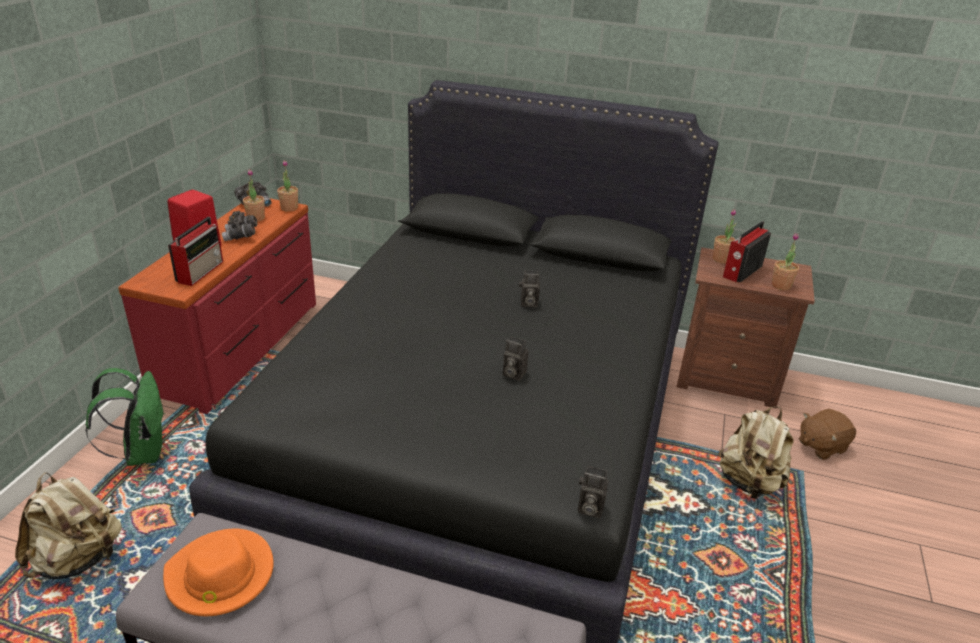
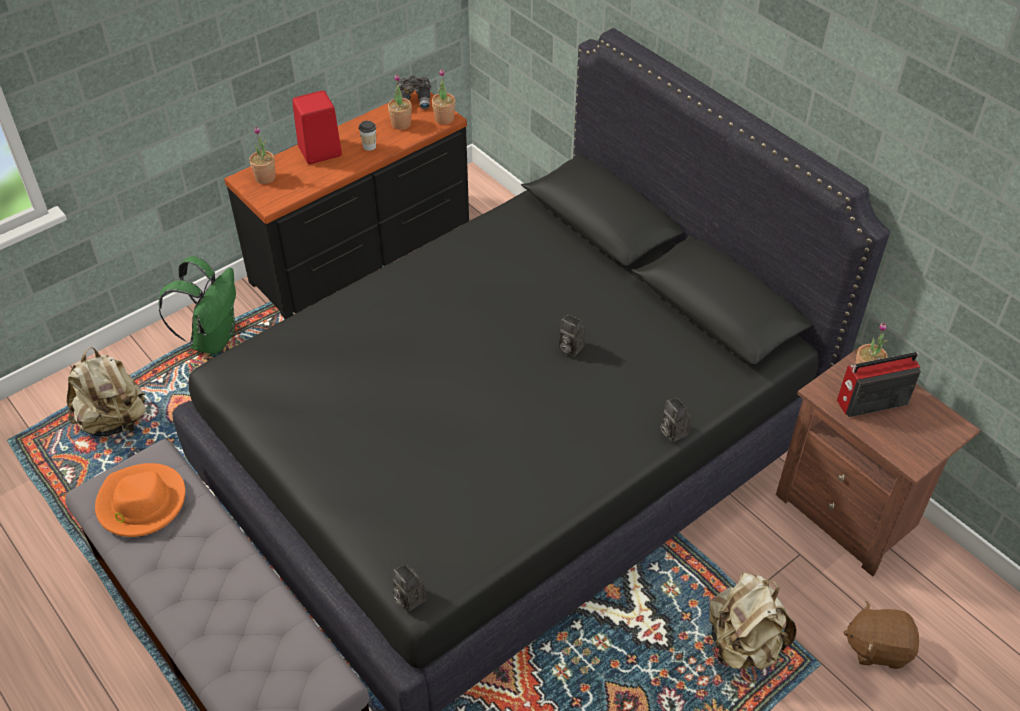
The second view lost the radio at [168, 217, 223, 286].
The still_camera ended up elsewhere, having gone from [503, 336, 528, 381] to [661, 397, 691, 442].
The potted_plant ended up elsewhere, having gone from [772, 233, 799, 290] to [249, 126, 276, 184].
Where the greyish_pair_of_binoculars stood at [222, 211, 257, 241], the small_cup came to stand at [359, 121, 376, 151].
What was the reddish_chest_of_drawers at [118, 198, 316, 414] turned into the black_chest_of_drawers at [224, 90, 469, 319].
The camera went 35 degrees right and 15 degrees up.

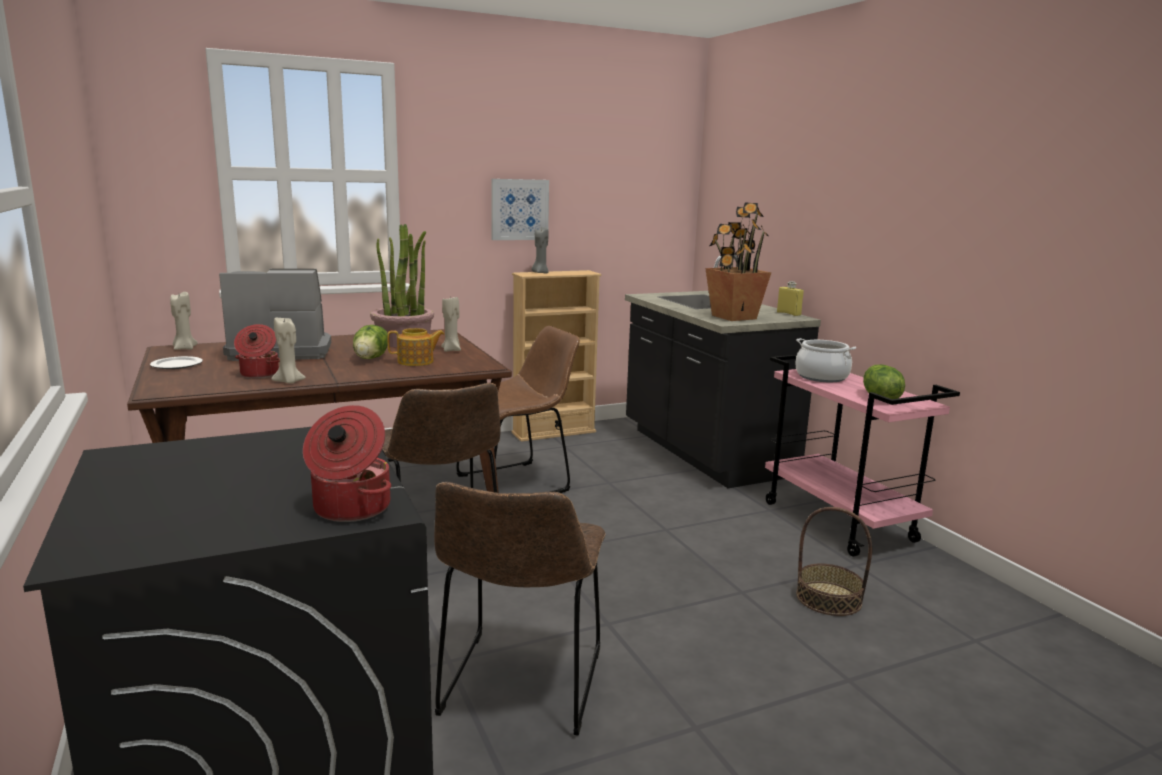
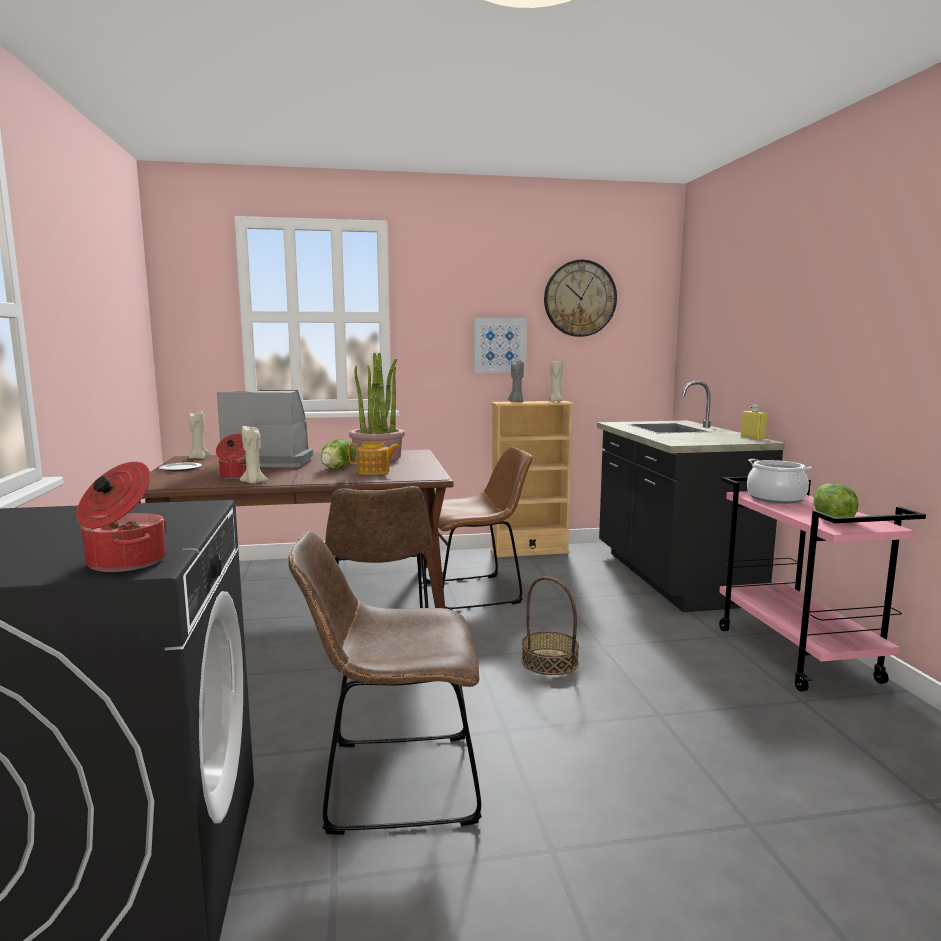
The second view lost the potted_plant at [705, 202, 771, 321].
The second view gained the hanging_clock at [544, 259, 617, 337].
The sand-coloured_candle ended up elsewhere, having gone from [441, 295, 461, 352] to [548, 360, 563, 402].
The storage_basket ended up elsewhere, having gone from [796, 507, 872, 616] to [521, 577, 579, 675].
The brown-coloured_upright_chair at [434, 482, 606, 736] ended up facing another way, 60 degrees clockwise from before.
The camera went 15 degrees right and 5 degrees down.

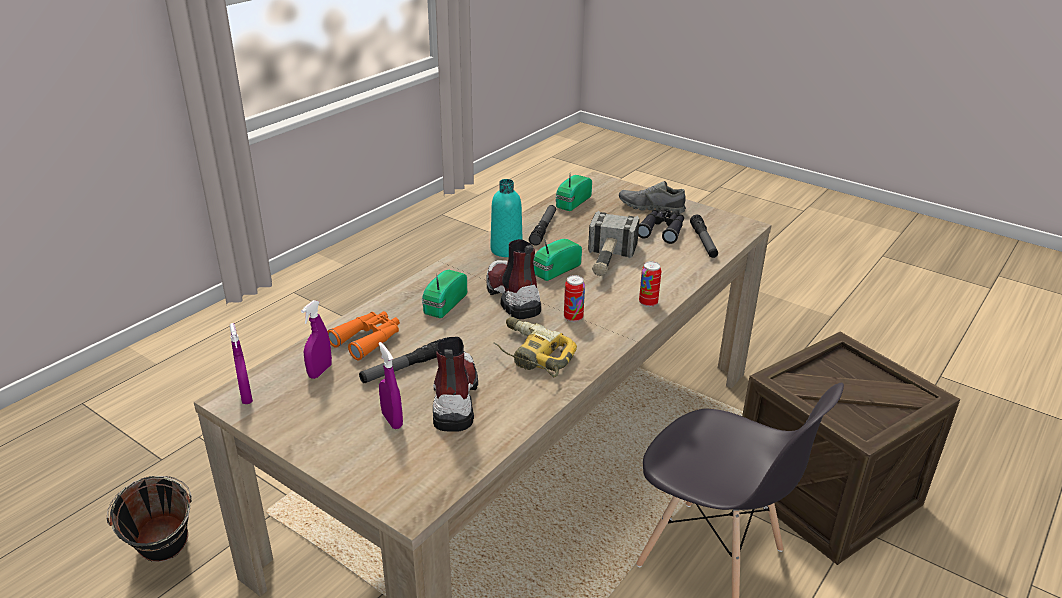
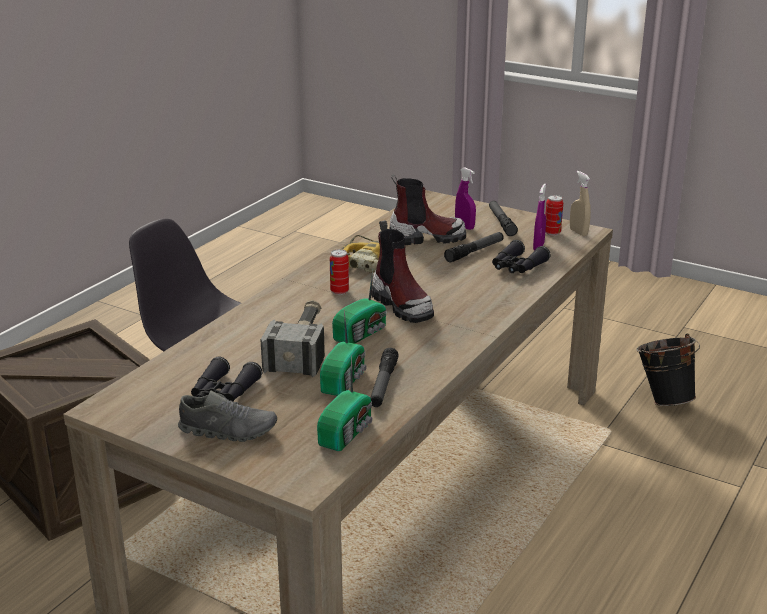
The second view lost the turquoise-coloured_beverage_bottle at [490, 179, 523, 257].
The radio ended up elsewhere, having gone from [422, 270, 467, 318] to [320, 310, 367, 396].
The sealed_can ended up elsewhere, having gone from [639, 261, 661, 307] to [545, 195, 563, 236].
The hand_torch ended up elsewhere, having gone from [690, 215, 718, 258] to [489, 201, 518, 236].
What was the purple_hand_sprayer at [230, 323, 253, 404] turned into the sand-coloured_hand_sprayer at [570, 171, 591, 236].
What was the orange-coloured_pair_of_binoculars at [327, 311, 400, 361] turned into the black_pair_of_binoculars at [492, 240, 551, 273].
The boot at [433, 337, 478, 432] ended up facing another way, 90 degrees counterclockwise from before.
The camera went 175 degrees right and 5 degrees down.

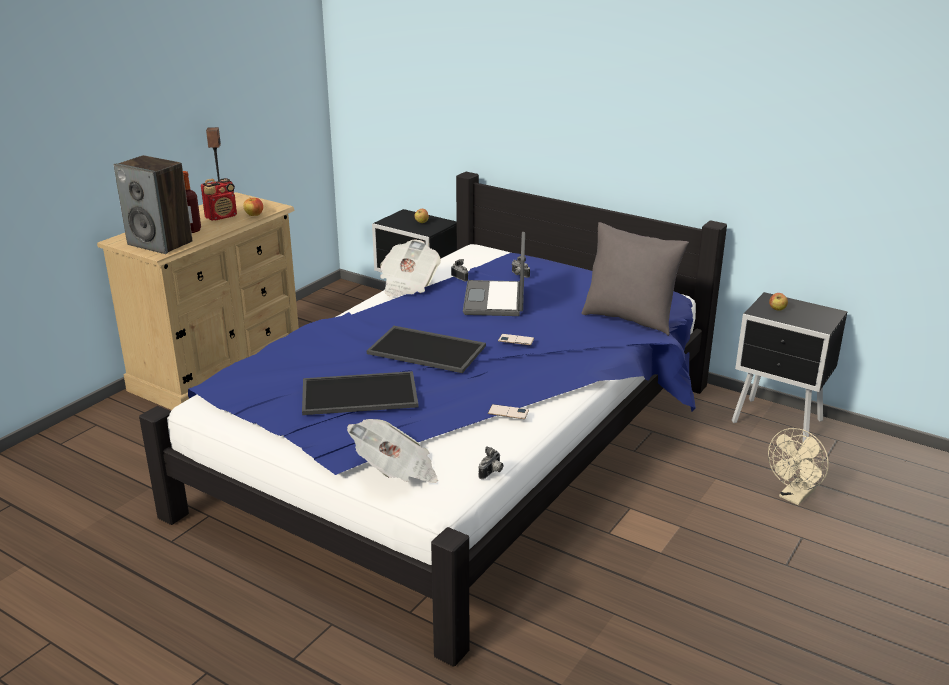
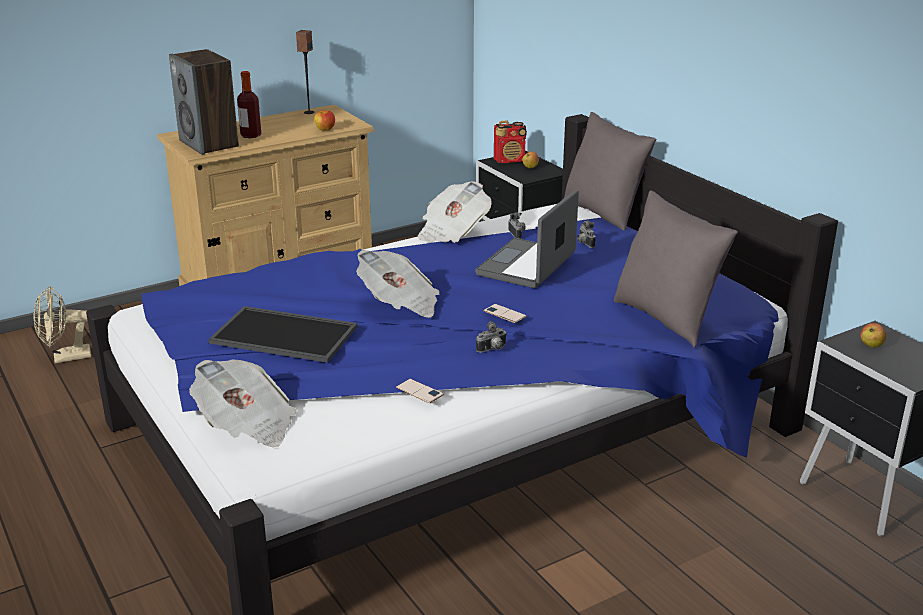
The second view gained the greyish_cushion at [564, 112, 657, 230].
The radio ended up elsewhere, having gone from [201, 178, 237, 221] to [494, 120, 527, 163].
The still_camera ended up elsewhere, having gone from [479, 446, 503, 479] to [476, 321, 506, 353].
The sand-coloured_electric_fan ended up elsewhere, having gone from [768, 428, 829, 505] to [33, 286, 91, 363].
Where the carrying_tray stood at [367, 326, 486, 373], the printed_paper came to stand at [356, 250, 439, 318].
The camera went 25 degrees right and 0 degrees up.

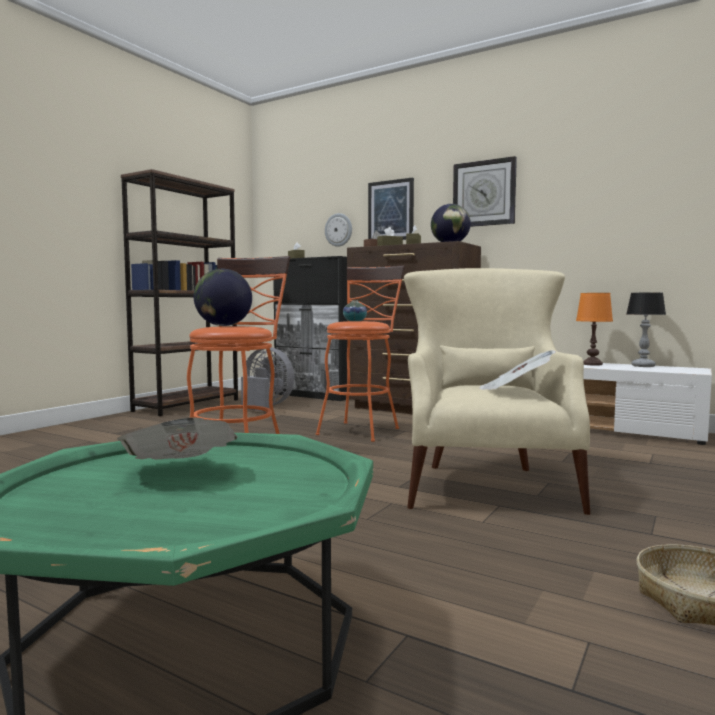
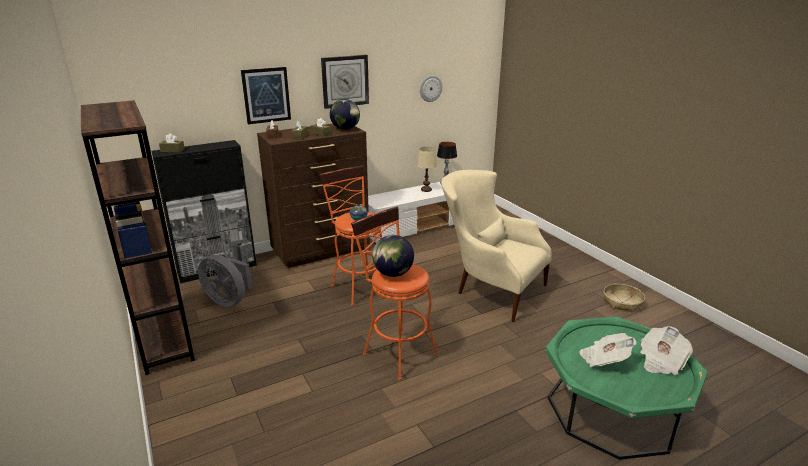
The hanging_clock ended up elsewhere, having gone from [325, 213, 352, 247] to [420, 75, 443, 102].
The printed_paper ended up elsewhere, having gone from [479, 350, 556, 390] to [640, 326, 693, 375].
What was the orange-coloured_lamp_for_a_table at [576, 293, 613, 366] turned into the sand-coloured_lamp_for_a_table at [417, 147, 437, 192].
The greyish_electric_fan at [241, 348, 295, 412] ended up facing another way, 120 degrees counterclockwise from before.
The camera went 60 degrees left and 20 degrees up.

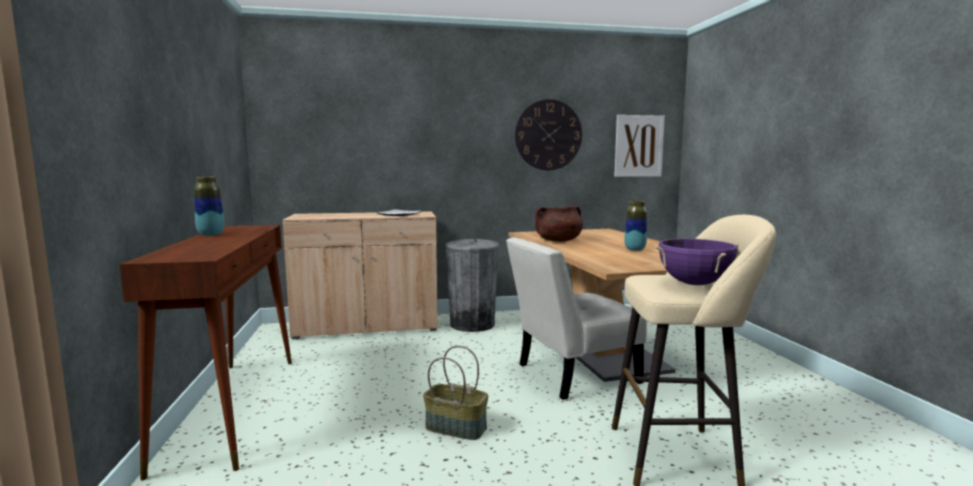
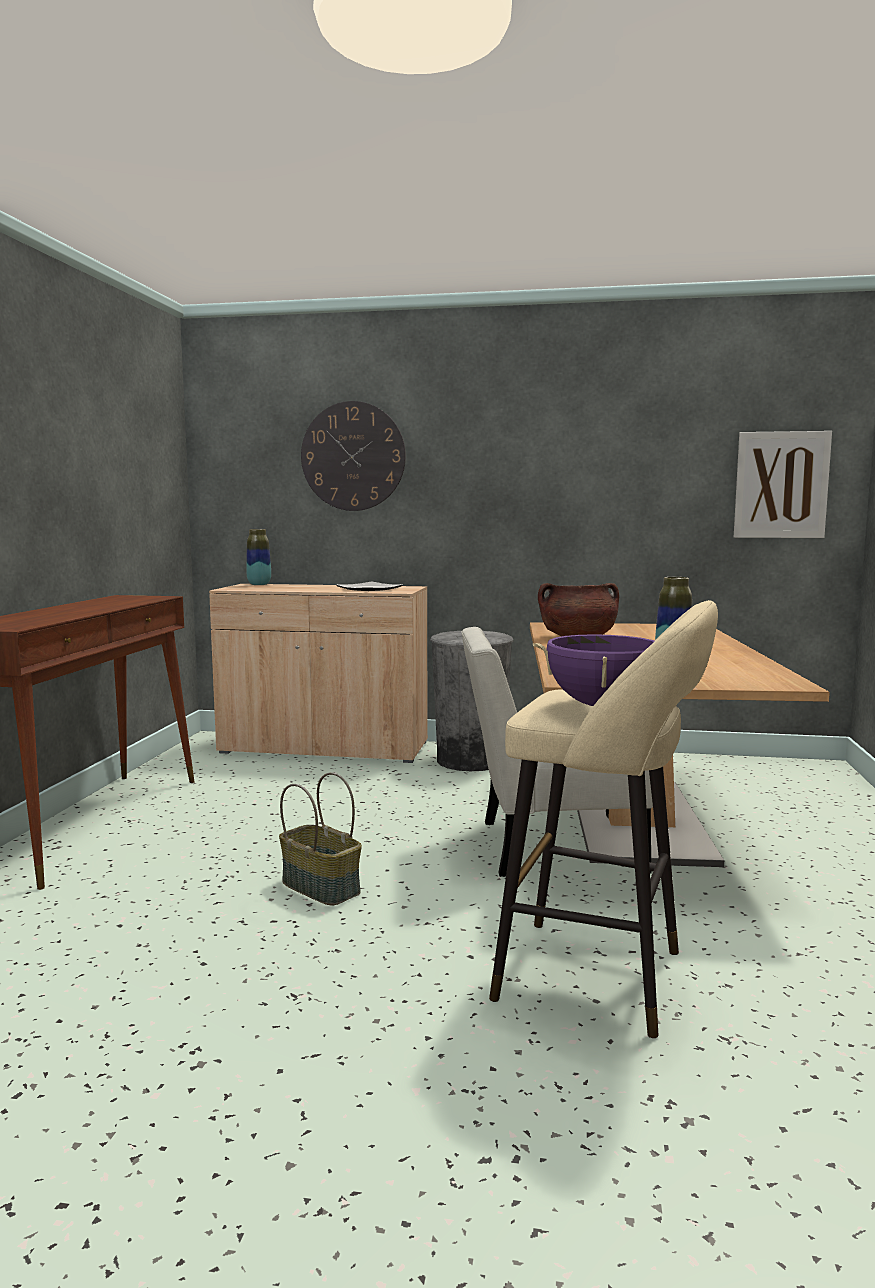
The flower_vase ended up elsewhere, having gone from [194, 177, 224, 236] to [246, 529, 271, 585].
The hanging_clock ended up elsewhere, having gone from [515, 99, 582, 170] to [301, 401, 406, 511].
The camera went 20 degrees right and 0 degrees up.

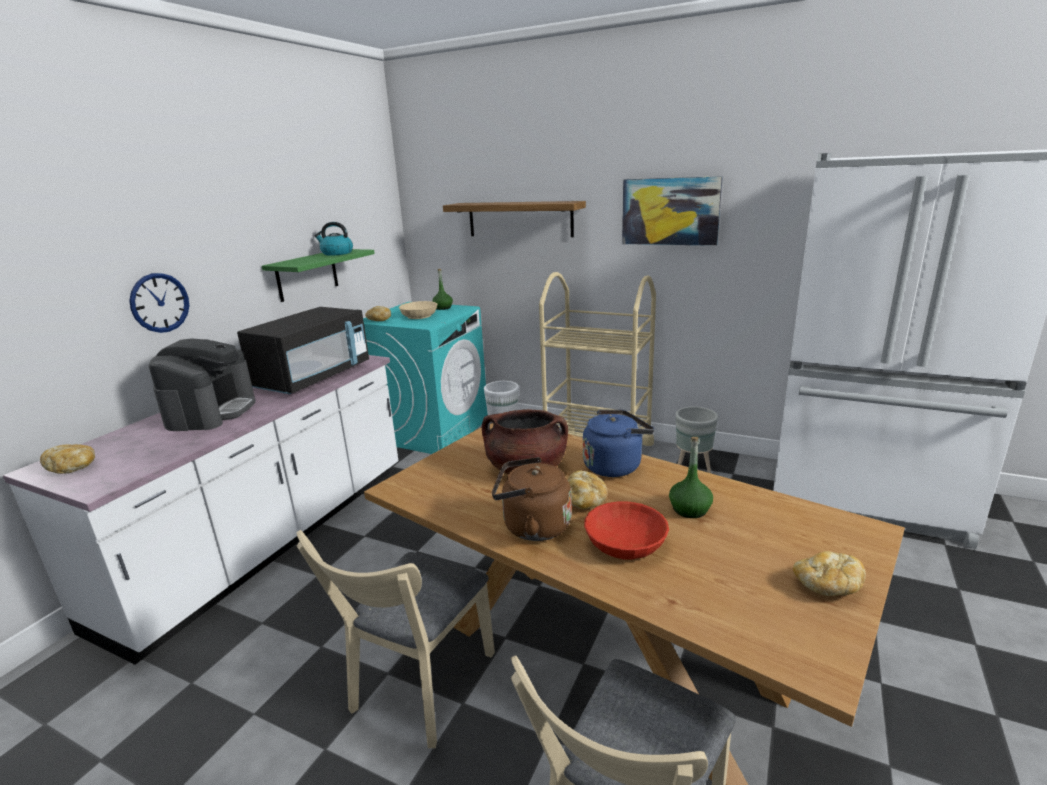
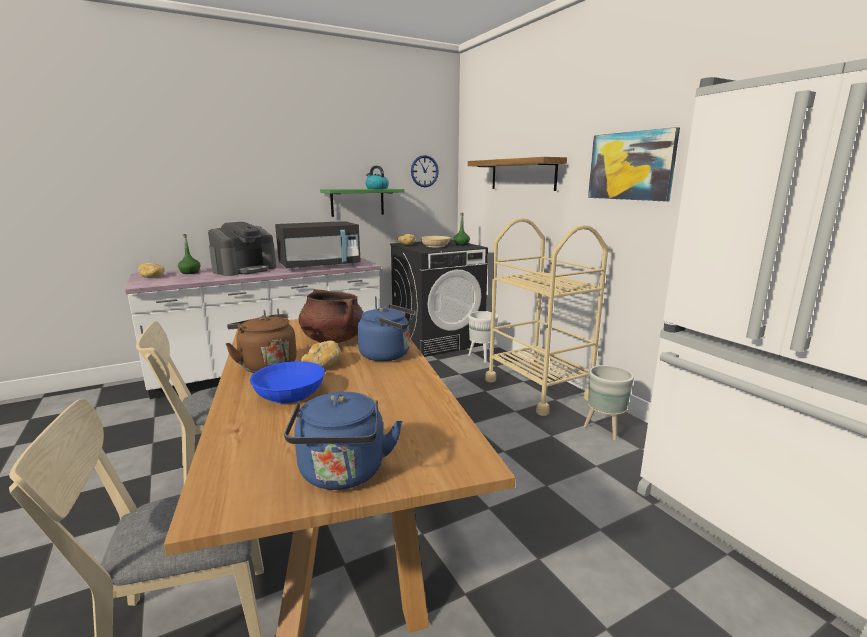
The hanging_clock ended up elsewhere, having gone from [129, 273, 189, 333] to [411, 155, 439, 187].
The greenish_beverage_bottle ended up elsewhere, having gone from [669, 437, 713, 518] to [178, 234, 200, 274].
Where the baked_bread stood at [793, 551, 866, 596], the blue-coloured_water_kettle came to stand at [284, 392, 403, 490].
What was the turquoise-coloured_laundry_appliance at [363, 302, 488, 454] turned into the black_laundry_appliance at [390, 239, 488, 357].
What was the reddish_serving_bowl at [584, 501, 669, 560] turned into the blue-coloured_serving_bowl at [250, 361, 325, 403].
The camera went 35 degrees right and 5 degrees down.

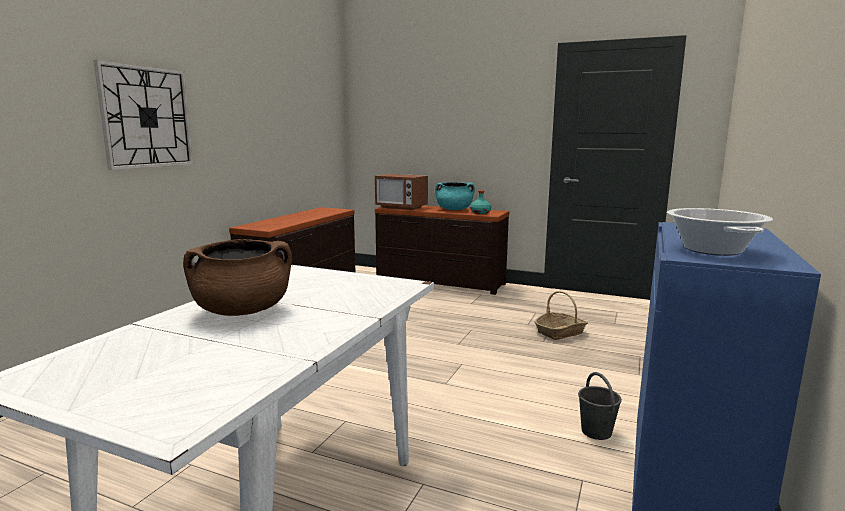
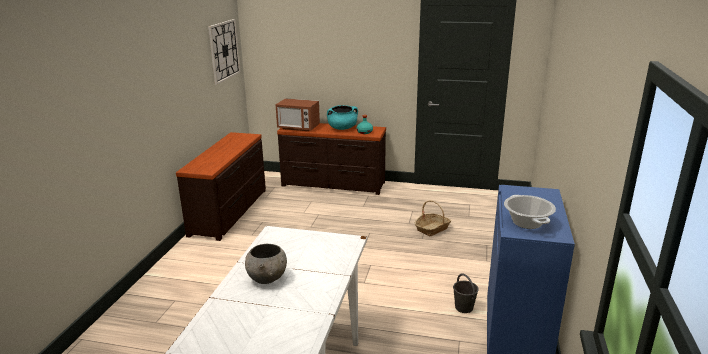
The hanging_clock ended up elsewhere, having gone from [94, 60, 194, 170] to [208, 19, 241, 85].
Where the brown-coloured_saucepot stood at [183, 239, 292, 316], the greyish_serving_bowl came to stand at [245, 244, 287, 284].
The camera went 10 degrees left and 10 degrees up.

